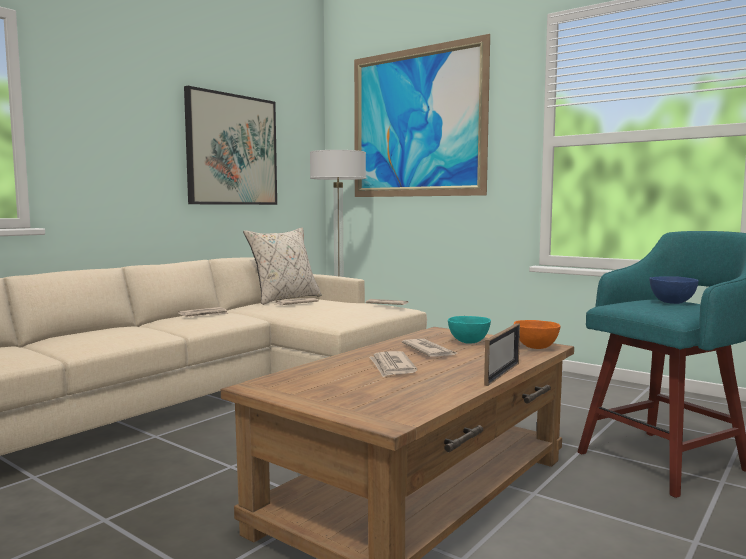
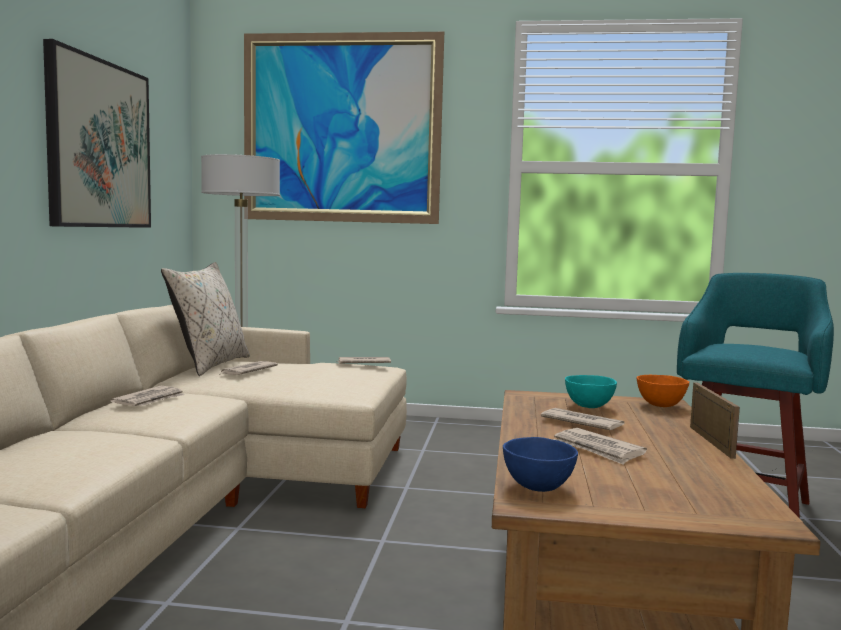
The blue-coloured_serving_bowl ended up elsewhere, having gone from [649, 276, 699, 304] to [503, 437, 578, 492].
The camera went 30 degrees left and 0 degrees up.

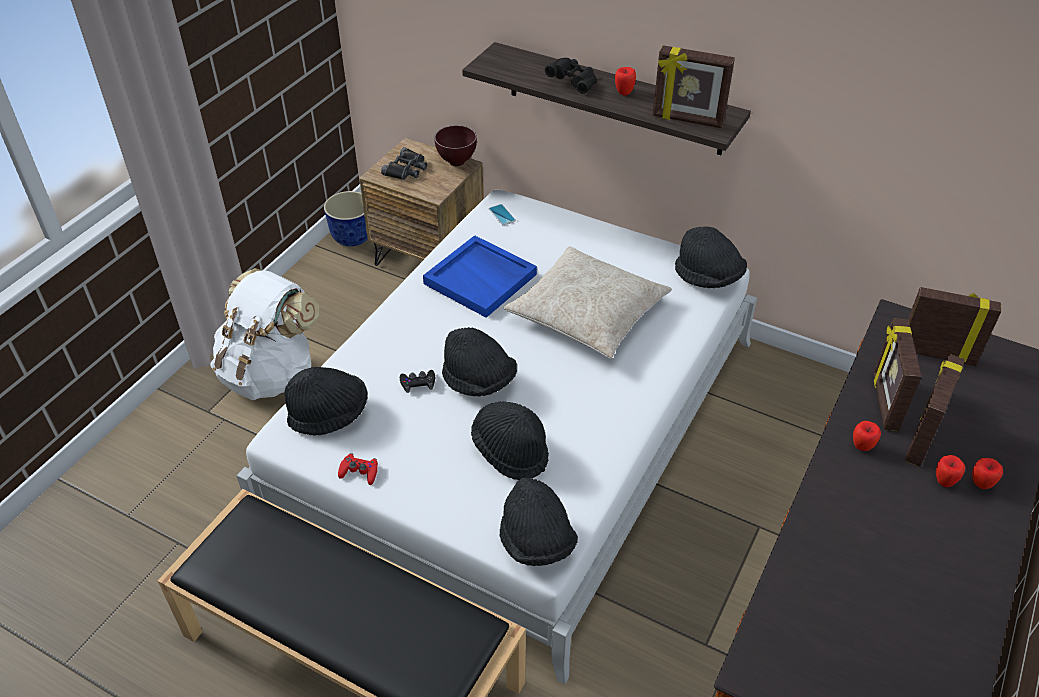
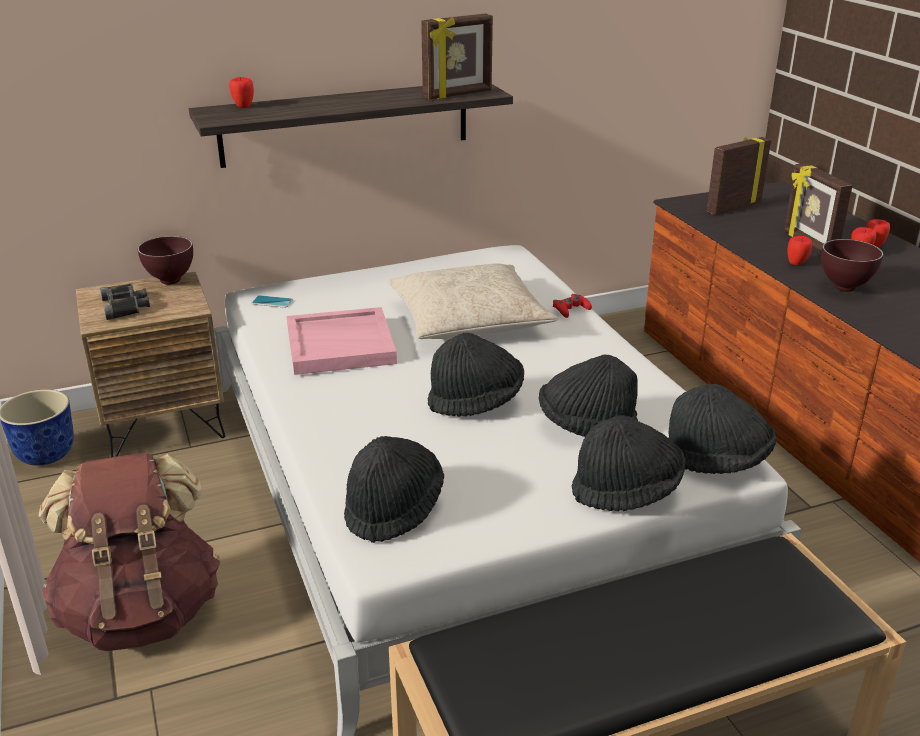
The second view lost the black_gamepad at [400, 370, 435, 393].
The second view lost the black_pair_of_binoculars at [545, 58, 597, 94].
The second view lost the photo_frame at [874, 319, 922, 431].
The second view gained the brown-coloured_serving_bowl at [821, 239, 883, 292].
The reddish_gamepad ended up elsewhere, having gone from [338, 453, 378, 485] to [553, 294, 592, 318].
The apple_fruit ended up elsewhere, having gone from [615, 67, 636, 95] to [229, 77, 254, 108].
The black_clothing_hat ended up elsewhere, having gone from [675, 226, 747, 288] to [572, 415, 685, 511].
What was the whitish_knapsack at [210, 268, 319, 400] turned into the brown-coloured_knapsack at [39, 452, 220, 651].
What was the blue-coloured_carrying_tray at [423, 235, 537, 318] turned into the pink_carrying_tray at [287, 307, 397, 375].
The camera went 50 degrees left and 15 degrees down.

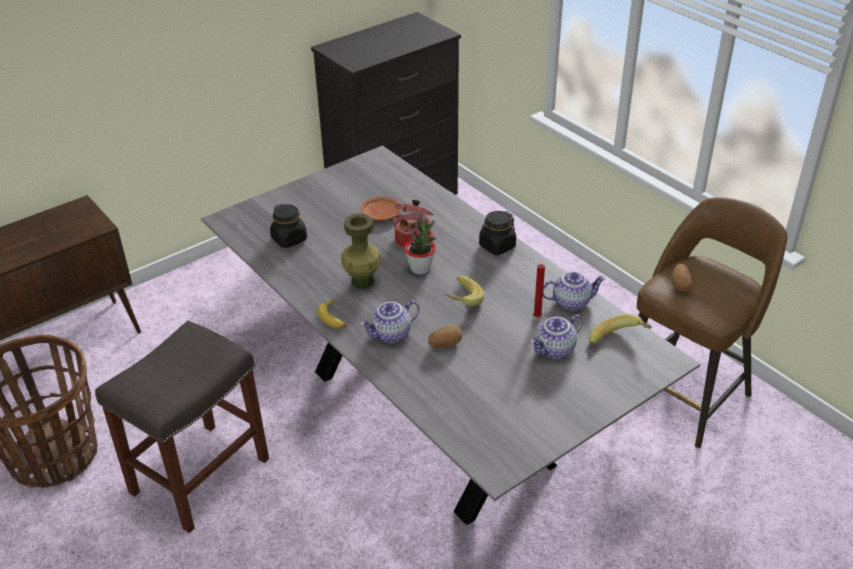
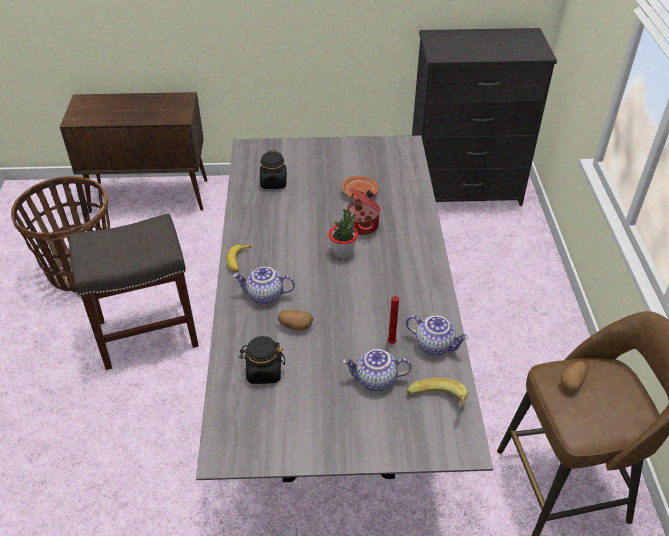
The second view lost the greenish_flower_vase at [341, 213, 381, 289].
The second view lost the banana at [444, 276, 484, 306].
The black_jar ended up elsewhere, having gone from [479, 211, 516, 255] to [239, 336, 285, 384].
The camera went 35 degrees right and 5 degrees up.

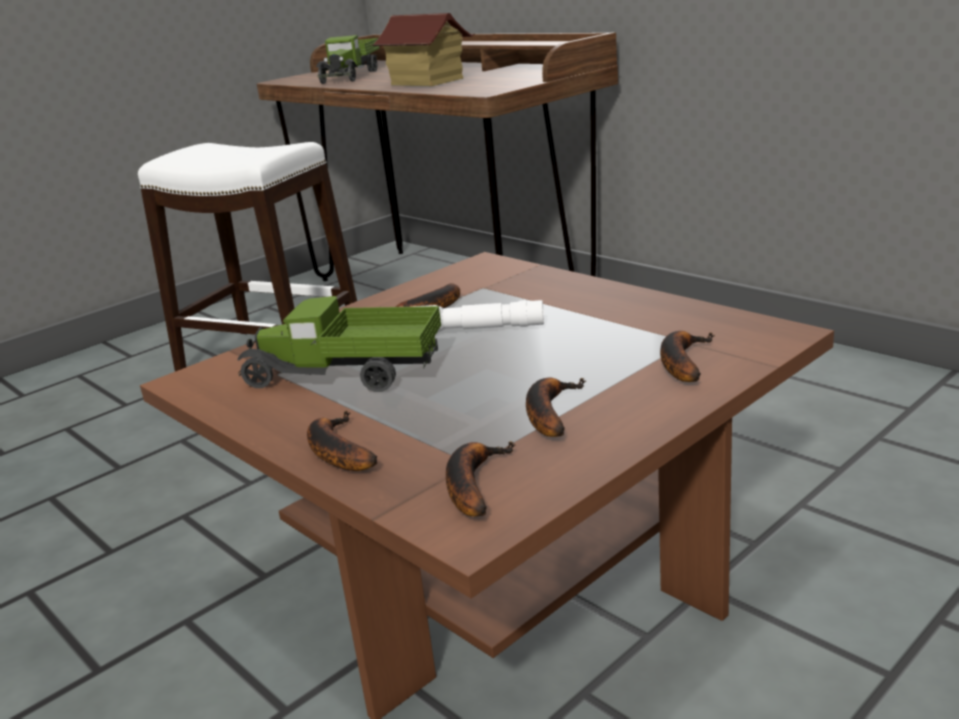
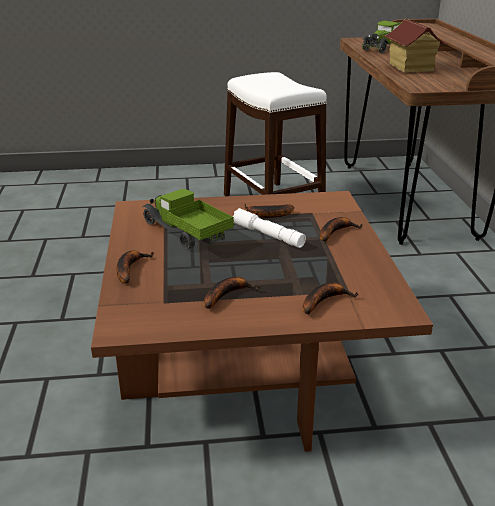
The banana ended up elsewhere, having gone from [446, 441, 516, 516] to [320, 217, 363, 242].
The camera went 35 degrees right and 5 degrees up.

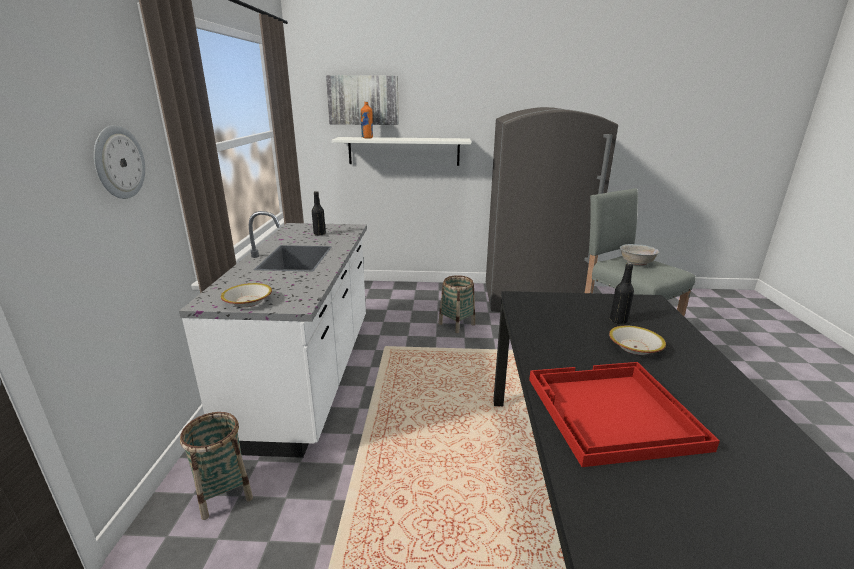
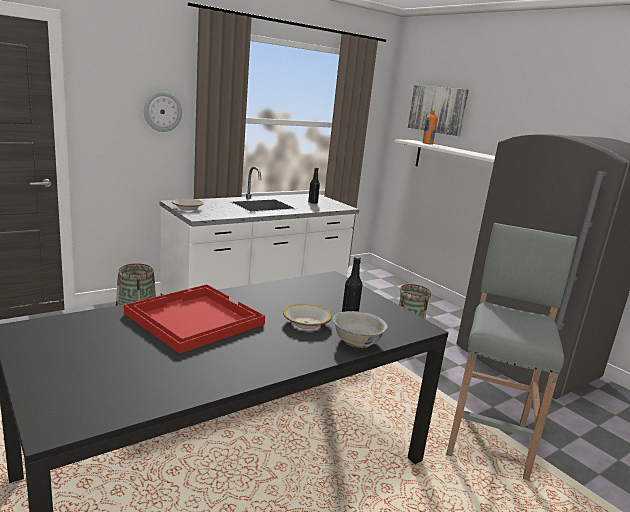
The whitish_serving_bowl ended up elsewhere, having gone from [620, 244, 660, 266] to [333, 311, 388, 348].
The camera went 50 degrees right and 5 degrees down.

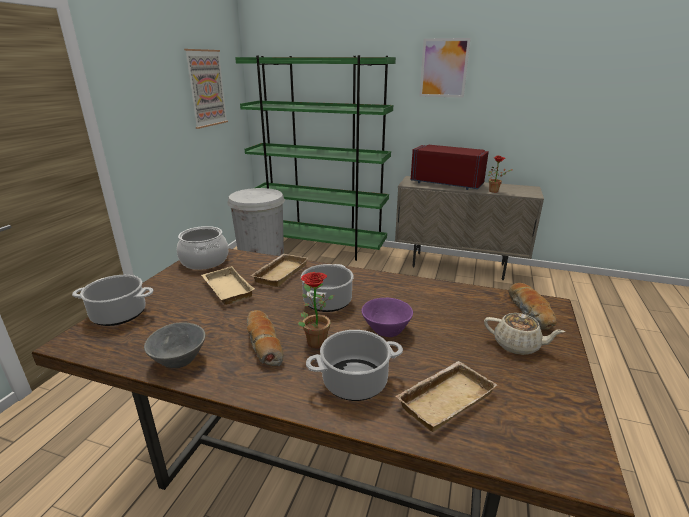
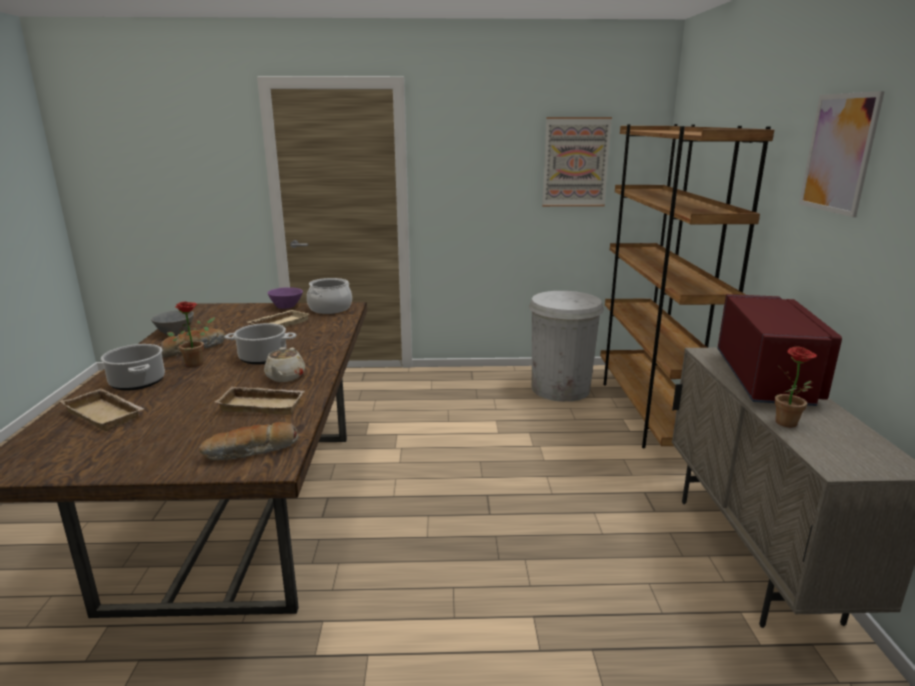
The second view lost the saucepot at [72, 275, 154, 326].
The sand-coloured_carrying_tray ended up elsewhere, having gone from [250, 254, 308, 287] to [215, 386, 305, 415].
The purple_serving_bowl ended up elsewhere, having gone from [361, 298, 413, 337] to [268, 287, 303, 309].
The sand-coloured_teapot ended up elsewhere, having gone from [484, 313, 565, 355] to [264, 347, 305, 382].
What was the greenish_bookshelf at [235, 55, 396, 261] turned into the brown-coloured_bookshelf at [600, 124, 774, 448].
The camera went 70 degrees right and 5 degrees down.

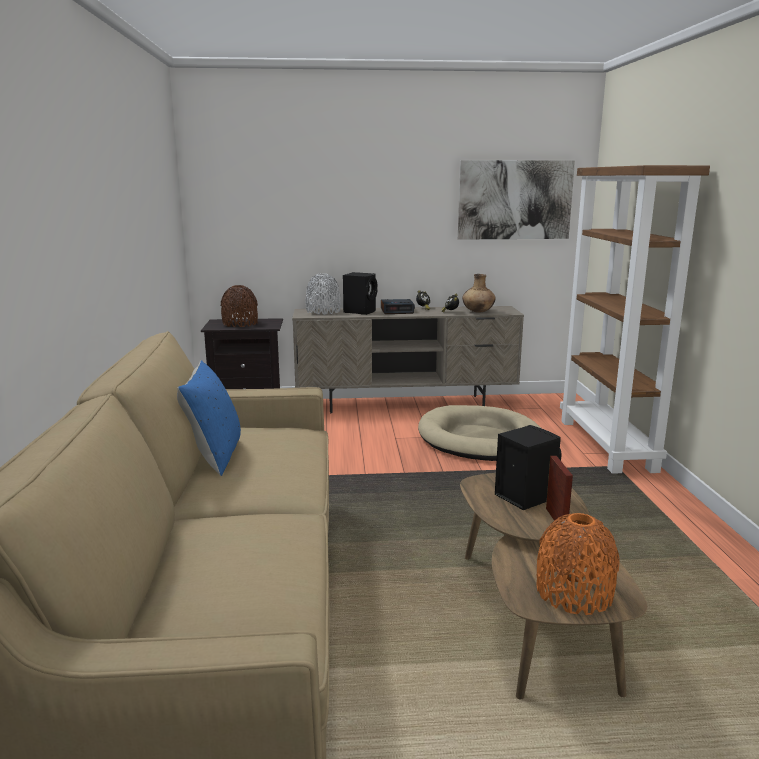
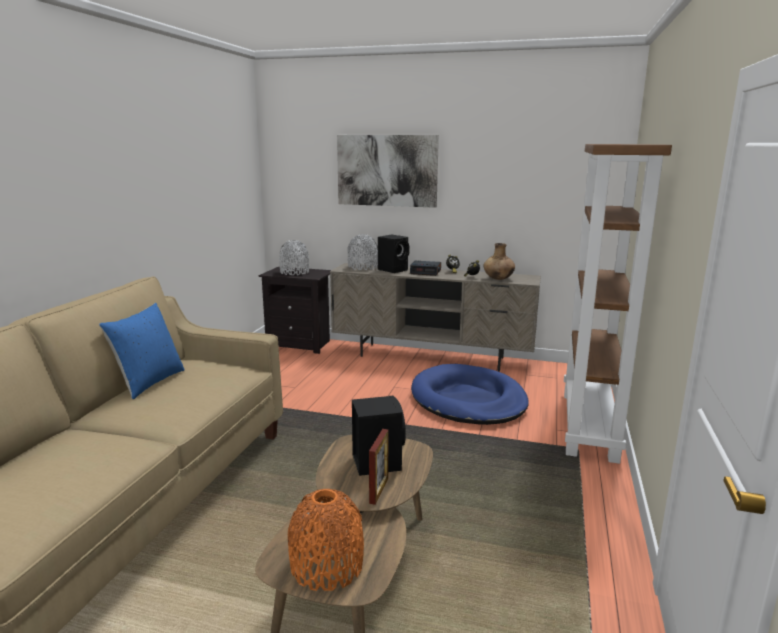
The wall_picture ended up elsewhere, having gone from [458, 160, 575, 240] to [337, 135, 439, 208].
What was the brown-coloured_flower_vase at [221, 285, 258, 327] turned into the greyish_flower_vase at [279, 240, 309, 275].
What was the sand-coloured_pet_bed at [418, 405, 541, 461] turned into the blue-coloured_pet_bed at [411, 364, 529, 425].
The camera went 20 degrees right and 0 degrees up.

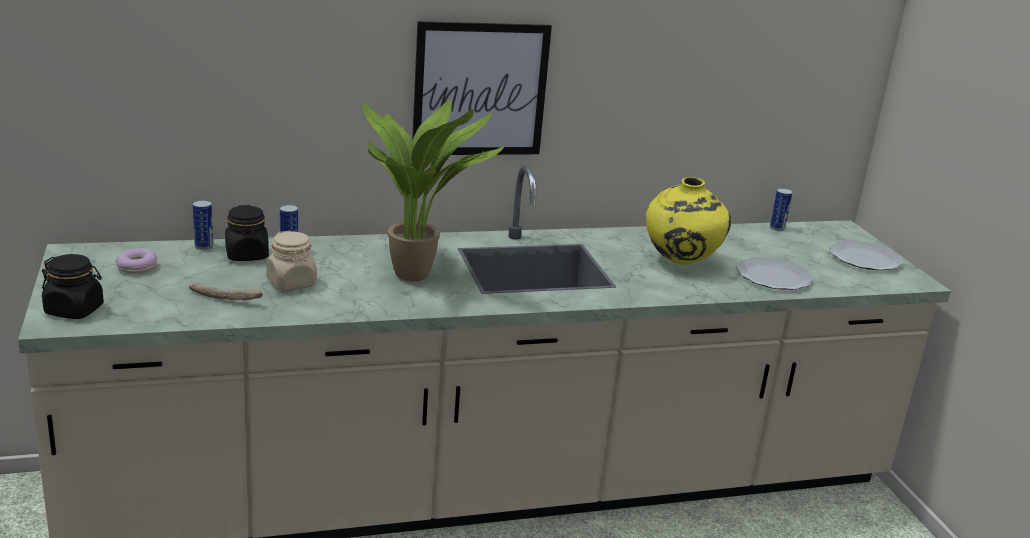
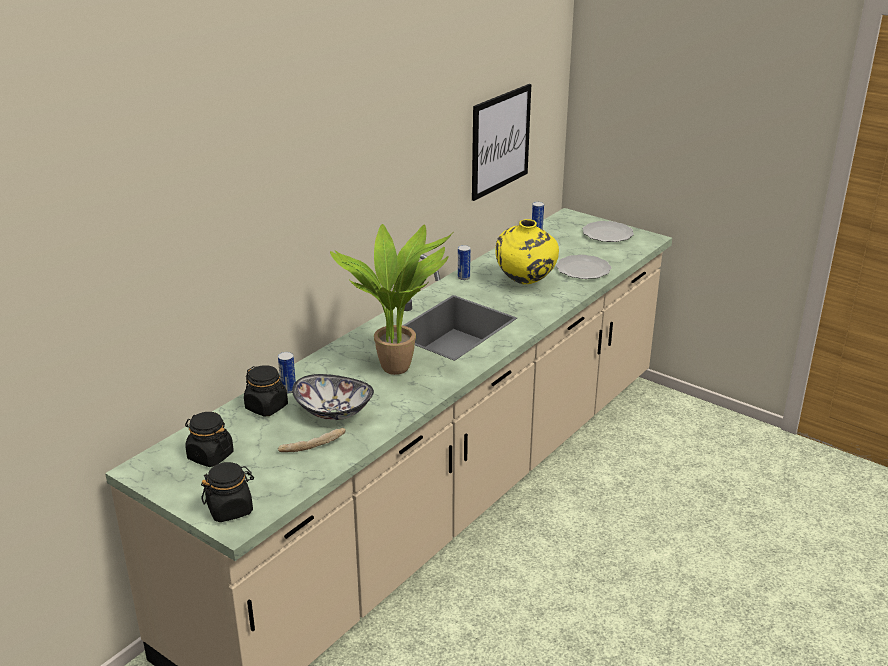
The sealed_can ended up elsewhere, having gone from [193, 200, 213, 250] to [458, 245, 471, 280].
The wall_picture ended up elsewhere, having gone from [412, 21, 552, 155] to [472, 84, 531, 201].
Where the donut stood at [115, 248, 157, 273], the black_jar came to stand at [185, 412, 234, 467].
Where the sand-coloured_jar stood at [266, 231, 317, 291], the serving_bowl came to stand at [292, 374, 374, 420].
The camera went 35 degrees left and 5 degrees up.

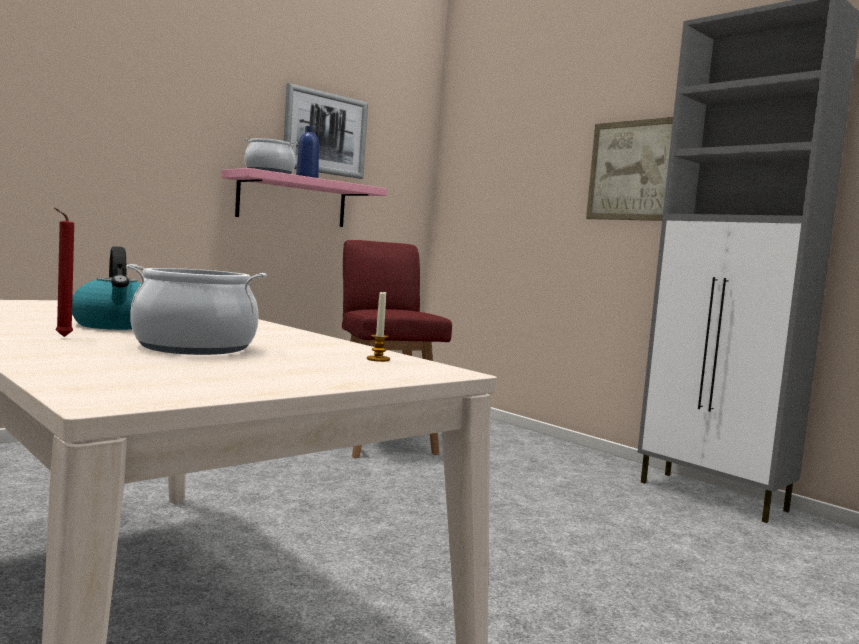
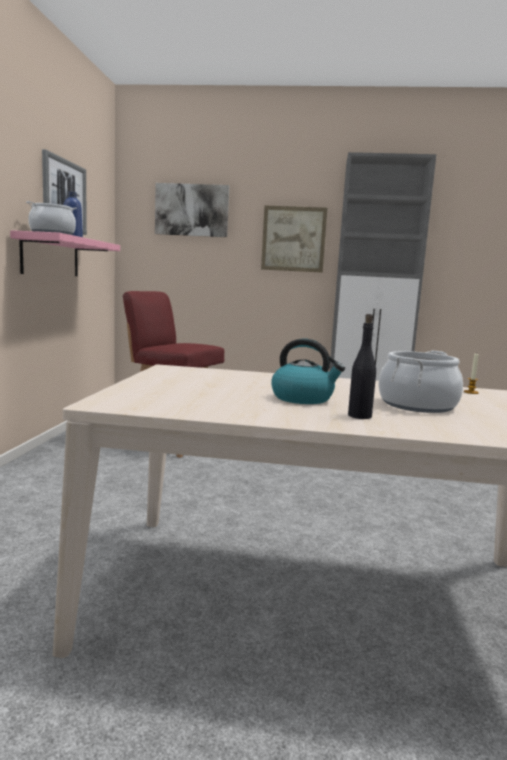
The second view gained the wall_picture at [155, 183, 229, 237].
Where the reddish_candle stood at [54, 208, 74, 337], the black_beverage_bottle came to stand at [348, 314, 376, 419].
The camera went 40 degrees left and 5 degrees up.

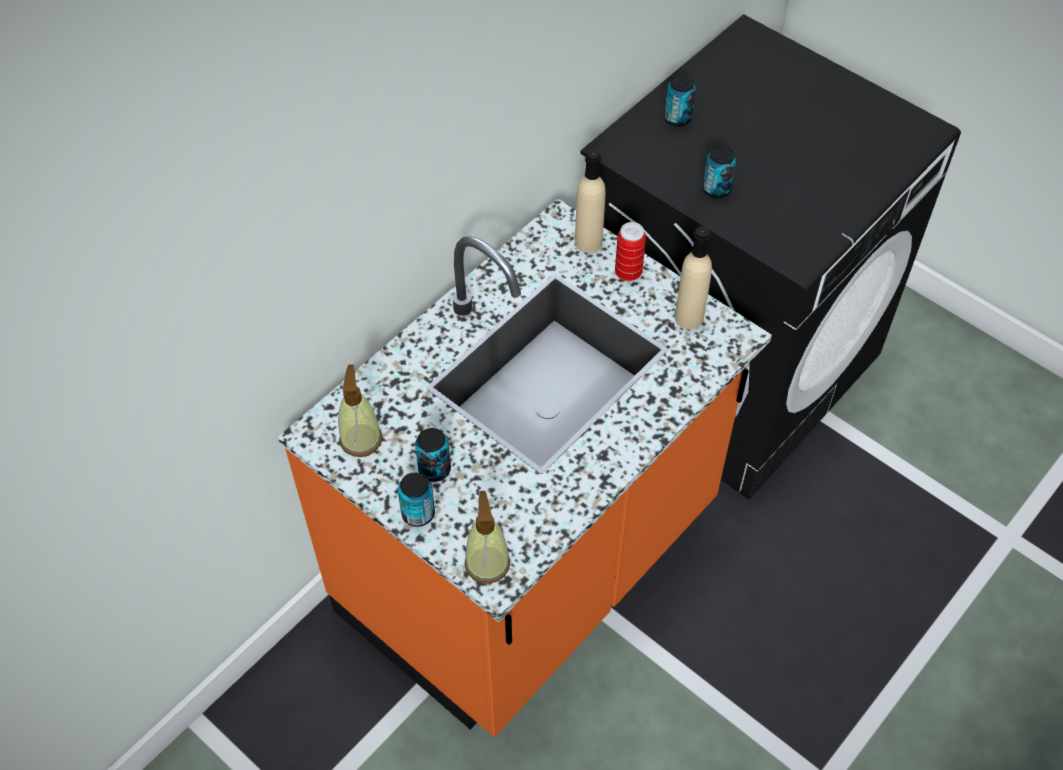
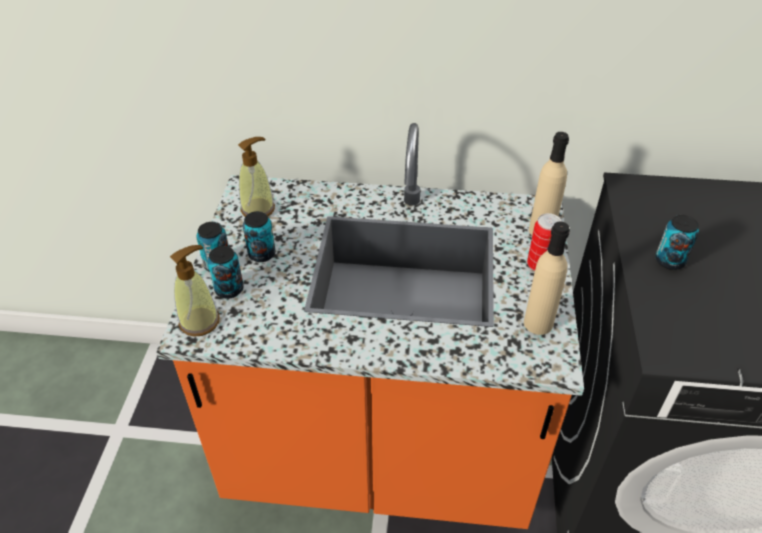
The sealed_can ended up elsewhere, having gone from [664, 75, 696, 127] to [208, 246, 244, 299].
The camera went 55 degrees right and 10 degrees down.

